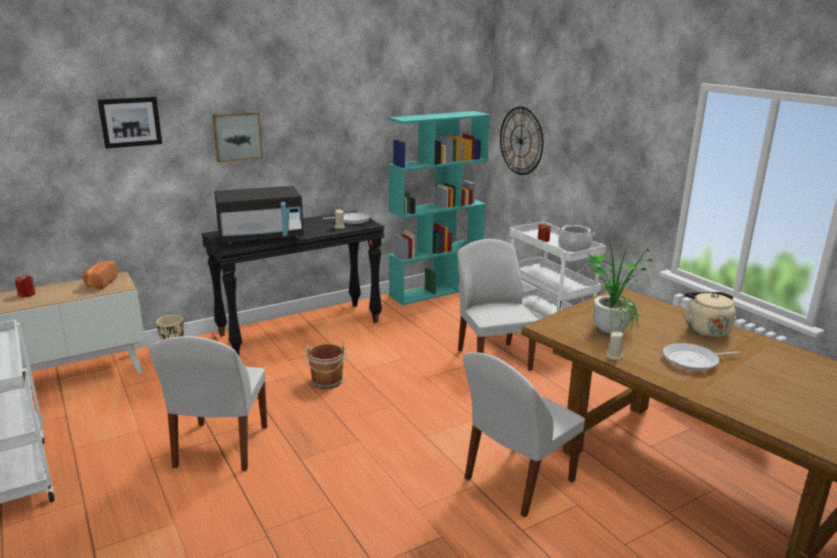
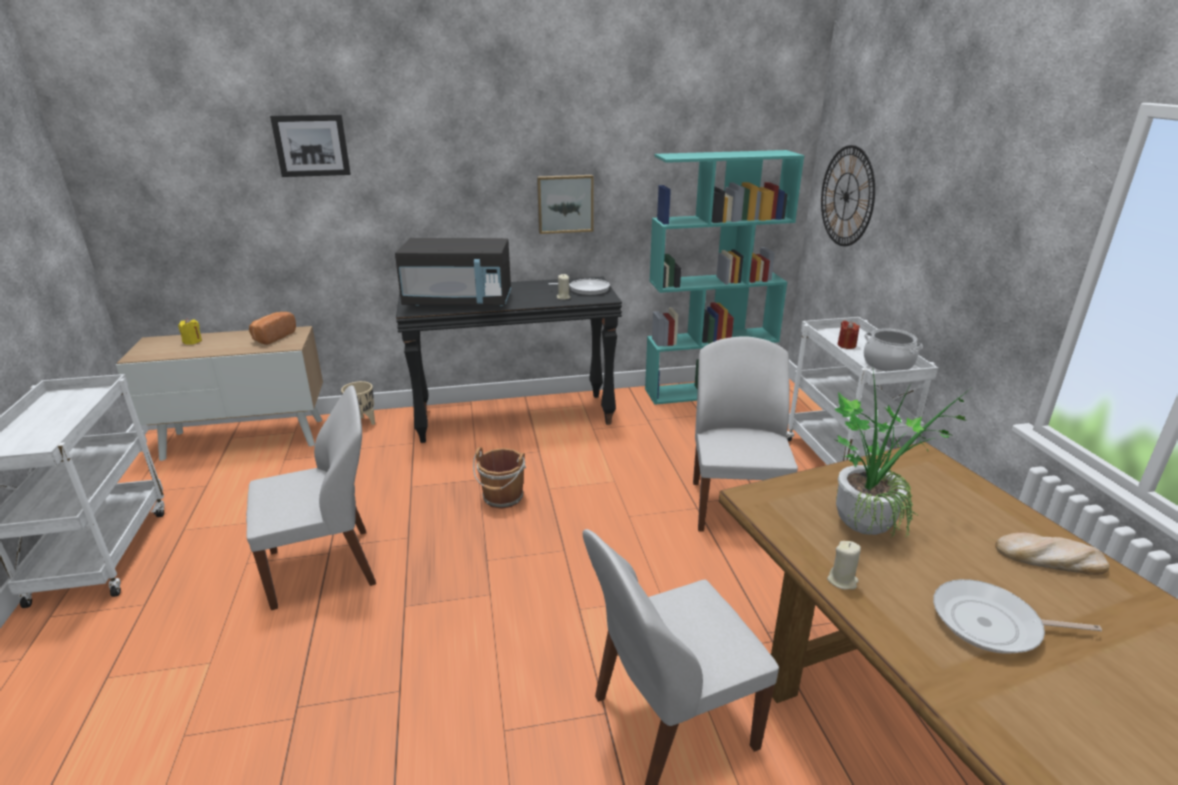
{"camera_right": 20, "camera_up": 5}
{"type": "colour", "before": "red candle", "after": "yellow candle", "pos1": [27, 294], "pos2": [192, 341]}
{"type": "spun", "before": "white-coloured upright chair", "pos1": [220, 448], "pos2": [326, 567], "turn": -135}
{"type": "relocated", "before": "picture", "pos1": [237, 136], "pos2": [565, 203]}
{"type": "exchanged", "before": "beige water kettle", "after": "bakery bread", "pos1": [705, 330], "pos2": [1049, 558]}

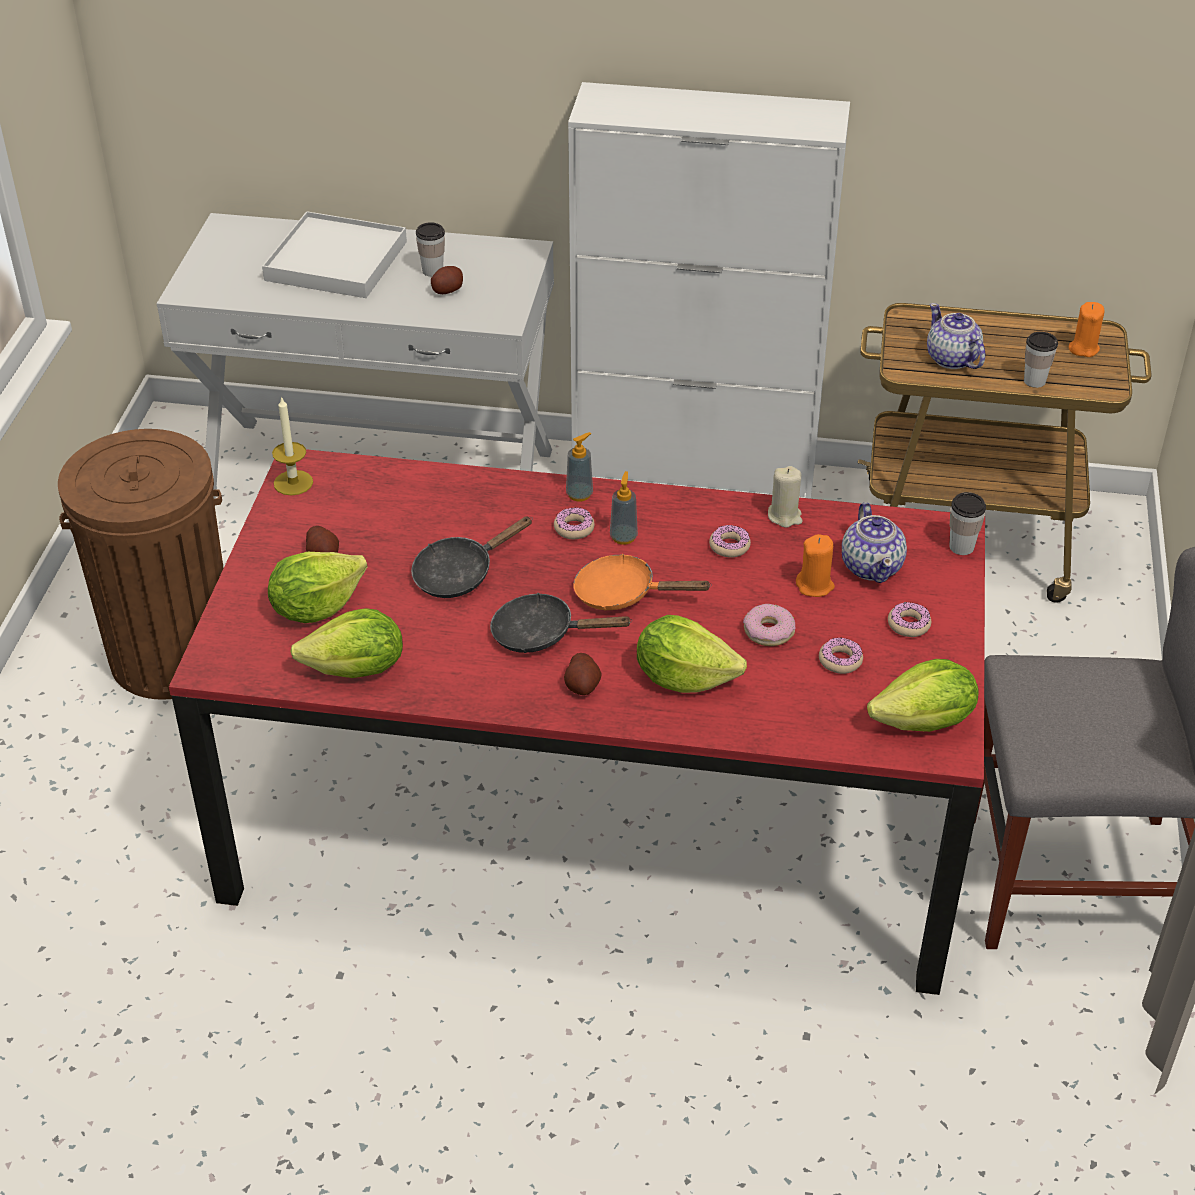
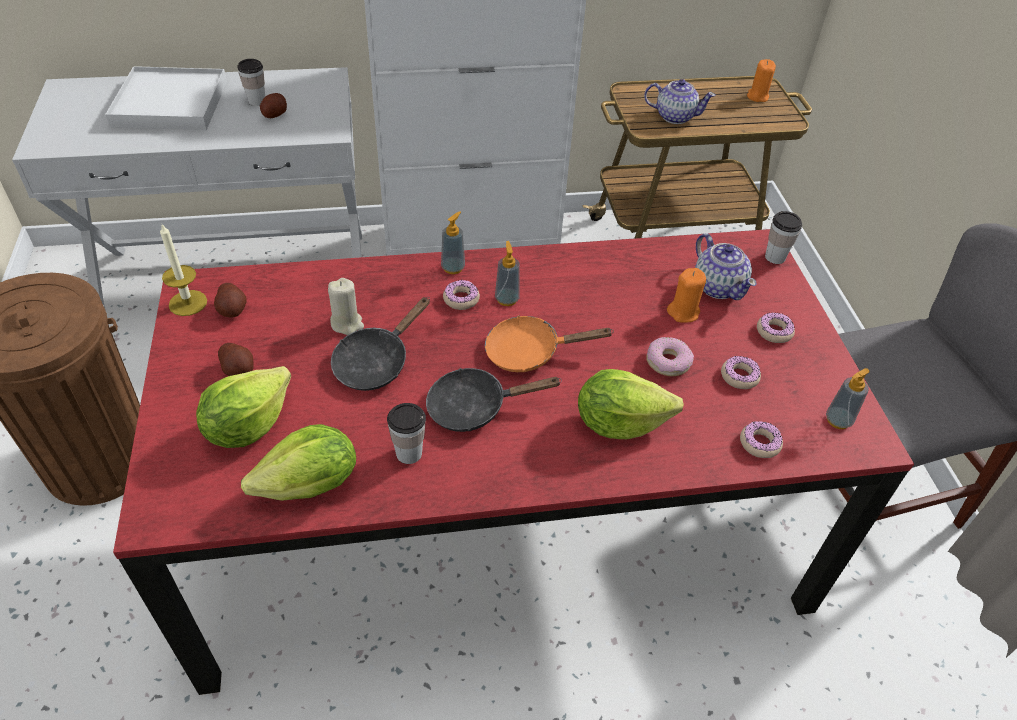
{"camera_right": -20, "camera_up": 5}
{"type": "relocated", "before": "whole potato", "pos1": [582, 685], "pos2": [232, 310]}
{"type": "relocated", "before": "beige candle", "pos1": [785, 516], "pos2": [347, 323]}
{"type": "relocated", "before": "cup", "pos1": [1034, 381], "pos2": [409, 453]}
{"type": "spun", "before": "pot for tea", "pos1": [952, 359], "pos2": [674, 116], "turn": 150}
{"type": "relocated", "before": "doughnut", "pos1": [729, 546], "pos2": [759, 443]}
{"type": "exchanged", "before": "head of lettuce", "after": "liquid soap bottle", "pos1": [925, 723], "pos2": [838, 420]}

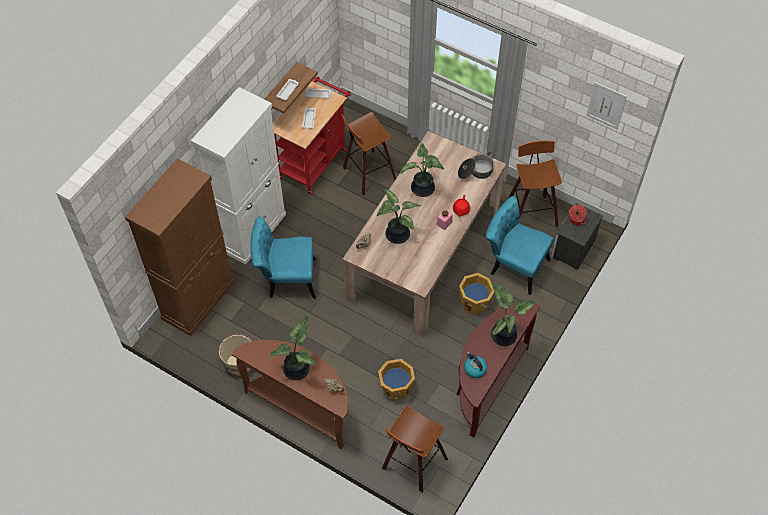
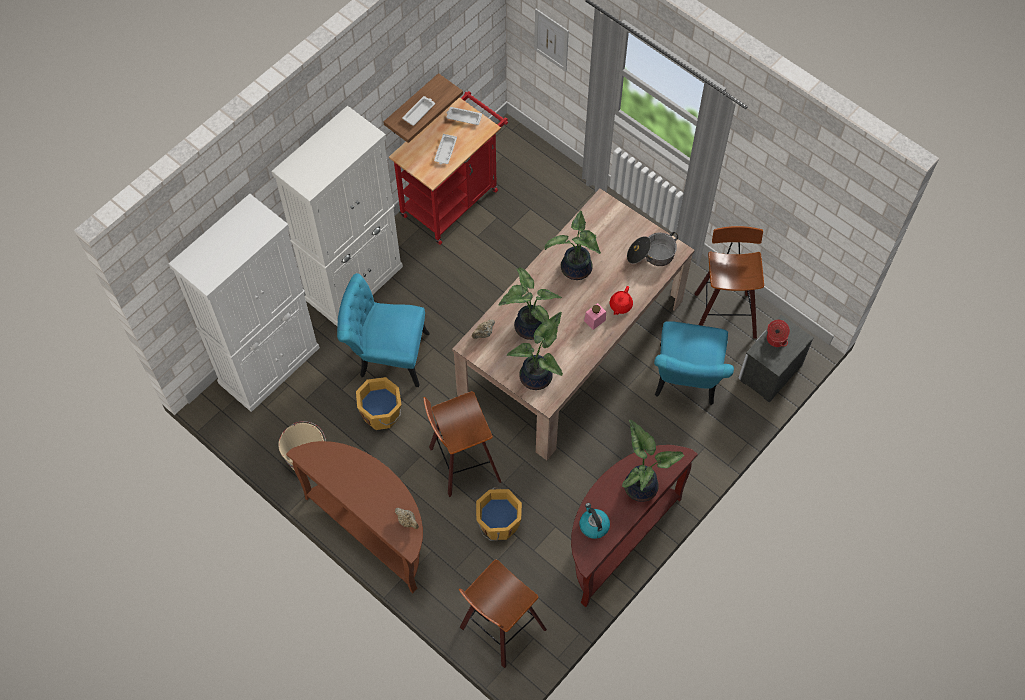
{"camera_right": 10, "camera_up": 5}
{"type": "colour", "before": "brownish storage cabinet", "after": "white-coloured storage cabinet", "pos1": [198, 300], "pos2": [269, 365]}
{"type": "relocated", "before": "orangey pail", "pos1": [475, 302], "pos2": [382, 414]}
{"type": "relocated", "before": "sitting stool", "pos1": [367, 174], "pos2": [462, 463]}
{"type": "relocated", "before": "plant in a pot", "pos1": [298, 369], "pos2": [538, 377]}
{"type": "relocated", "before": "picture", "pos1": [606, 105], "pos2": [551, 40]}
{"type": "spun", "before": "turquoise-coloured upright chair", "pos1": [513, 265], "pos2": [686, 382], "turn": -120}

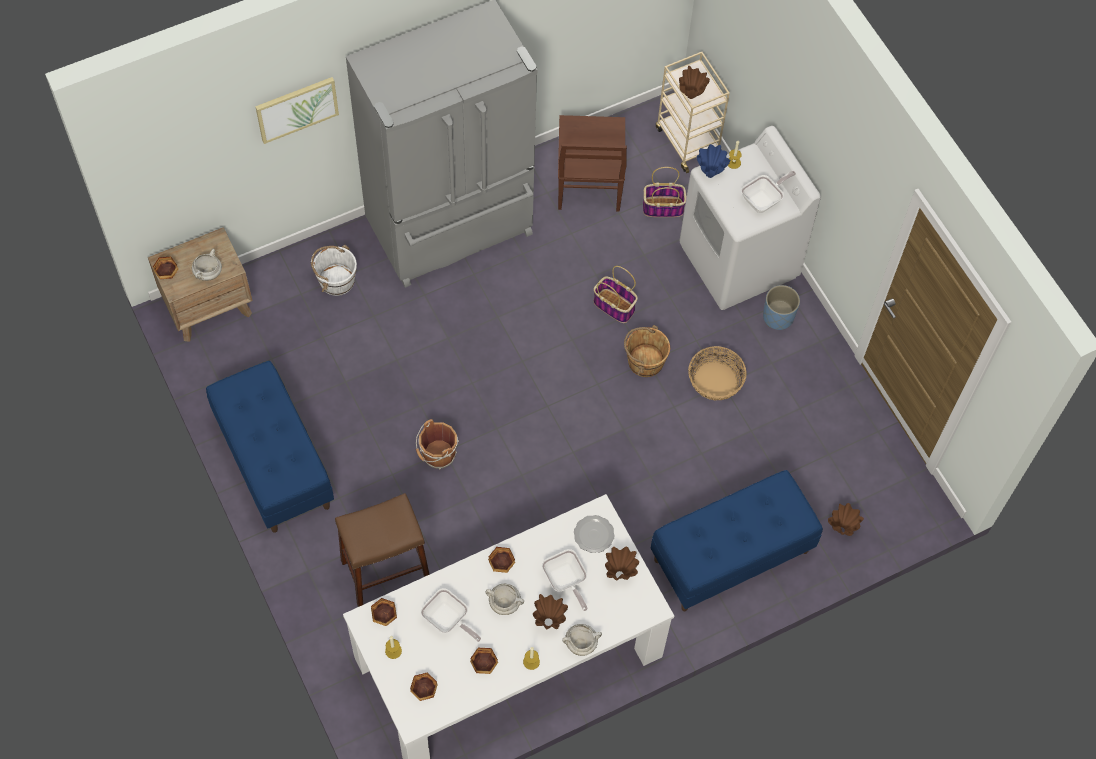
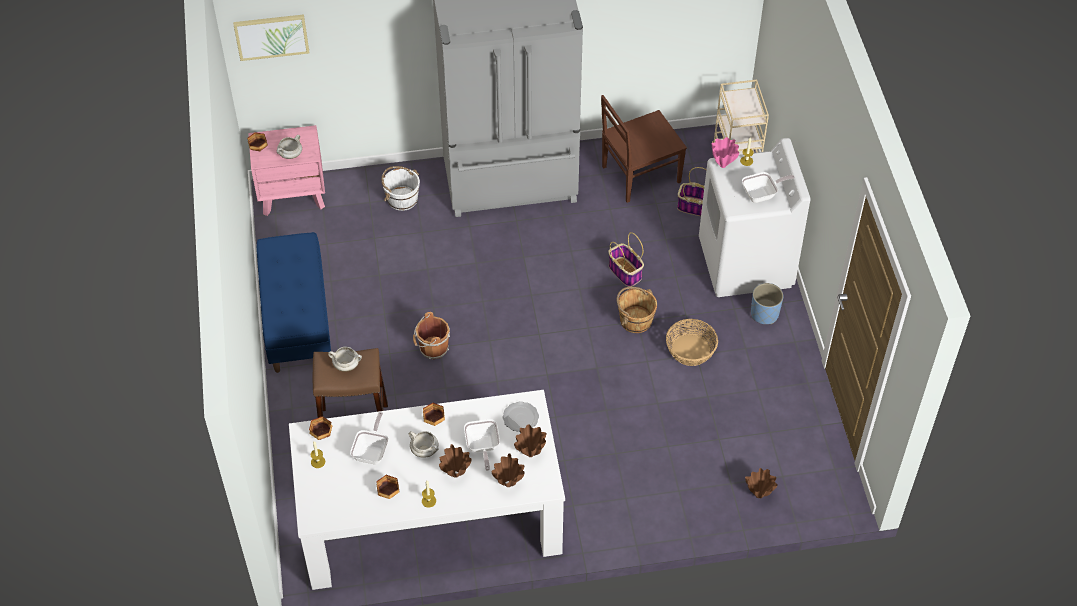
{"camera_right": 20, "camera_up": -10}
{"type": "relocated", "before": "picture", "pos1": [296, 108], "pos2": [271, 36]}
{"type": "colour", "before": "brownish night table", "after": "pink night table", "pos1": [209, 307], "pos2": [293, 194]}
{"type": "relocated", "before": "white-coloured cooking pot", "pos1": [581, 643], "pos2": [347, 365]}
{"type": "spun", "before": "frying pan", "pos1": [448, 620], "pos2": [372, 451], "turn": -135}
{"type": "relocated", "before": "brownish vase", "pos1": [691, 96], "pos2": [508, 484]}
{"type": "spun", "before": "brownish upright chair", "pos1": [589, 183], "pos2": [639, 175], "turn": 45}
{"type": "colour", "before": "blue-coloured vase", "after": "pink vase", "pos1": [710, 174], "pos2": [723, 165]}
{"type": "missing", "before": "deep dish", "pos1": [423, 691]}
{"type": "missing", "before": "blue-coloured bench", "pos1": [730, 556]}

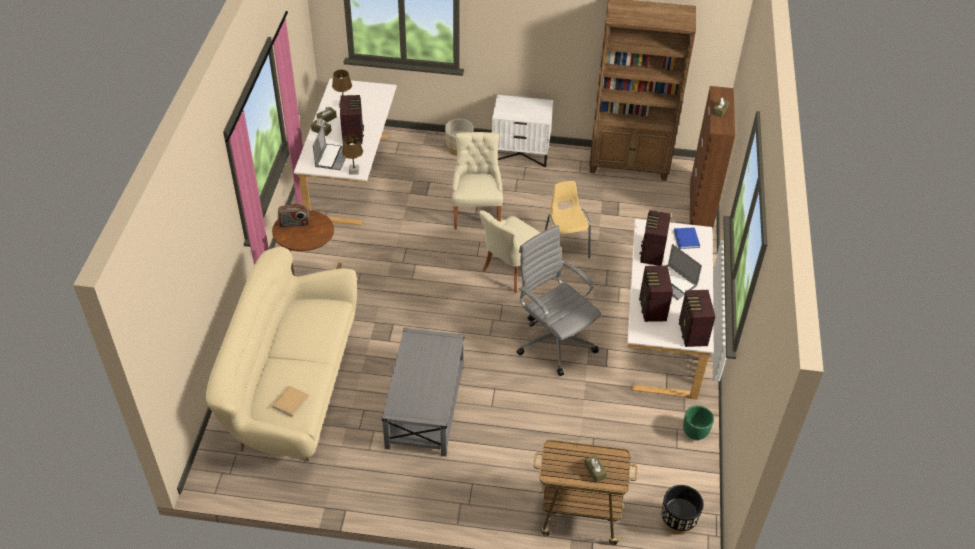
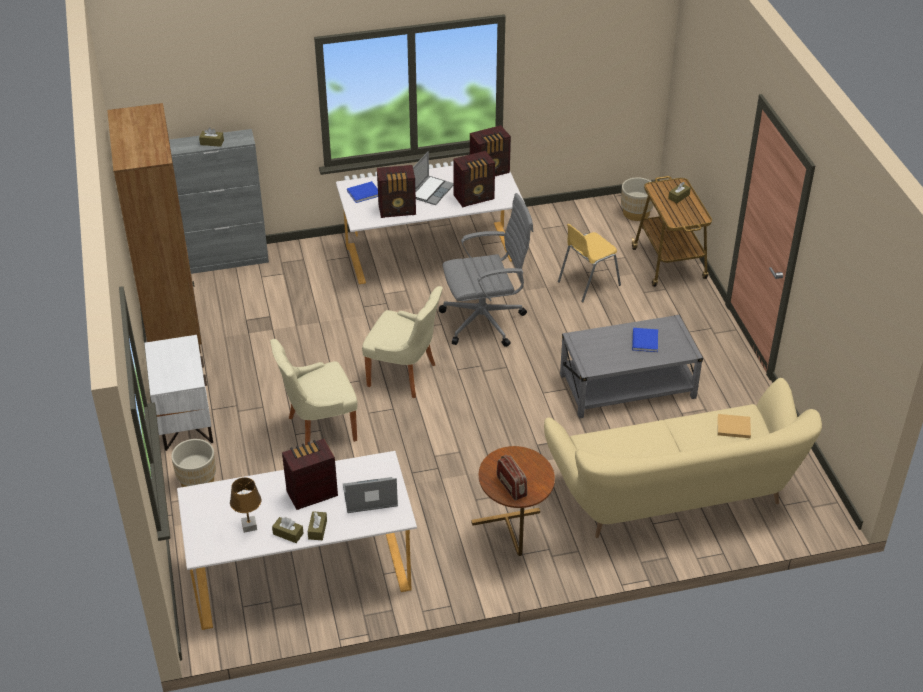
{"camera_right": -110, "camera_up": -5}
{"type": "colour", "before": "brownish storage cabinet", "after": "grey storage cabinet", "pos1": [700, 206], "pos2": [226, 260]}
{"type": "spun", "before": "grey desk chair", "pos1": [554, 340], "pos2": [485, 321], "turn": -135}
{"type": "relocated", "before": "yellow upright chair", "pos1": [566, 245], "pos2": [587, 283]}
{"type": "colour", "before": "black plant pot", "after": "beige plant pot", "pos1": [678, 521], "pos2": [636, 213]}
{"type": "appeared", "after": "blue-coloured bound book", "pos2": [645, 340]}
{"type": "missing", "before": "brownish table lamp", "pos1": [354, 171]}
{"type": "missing", "before": "green-coloured plant pot", "pos1": [694, 433]}

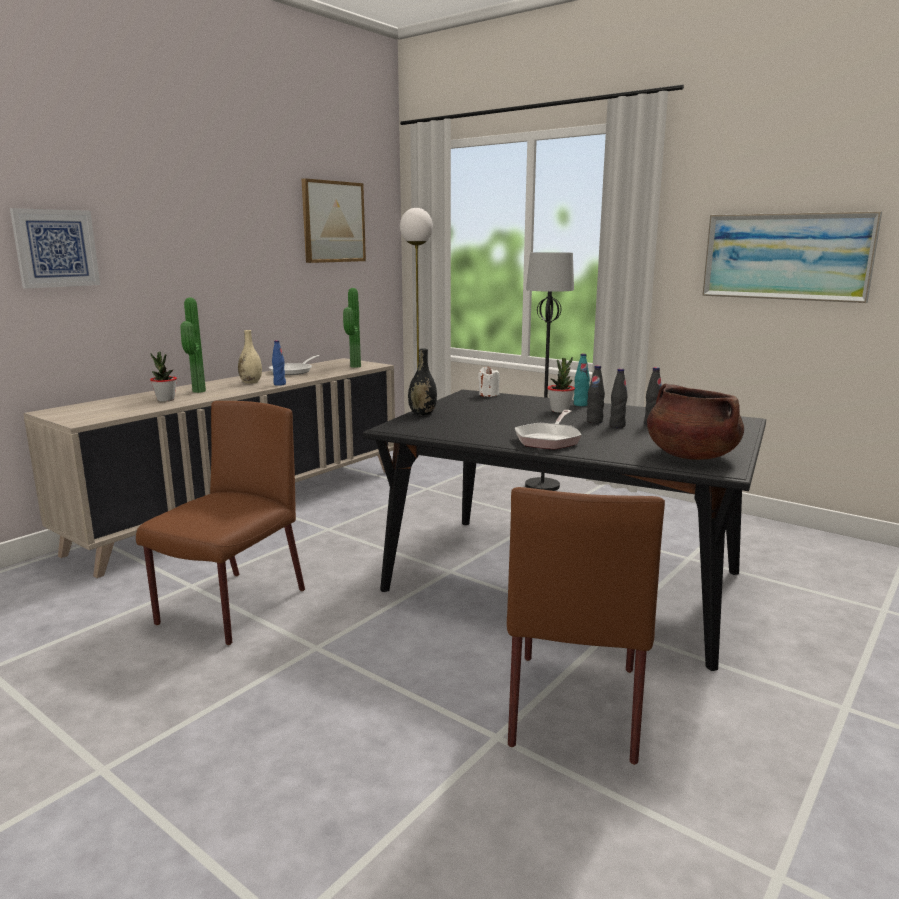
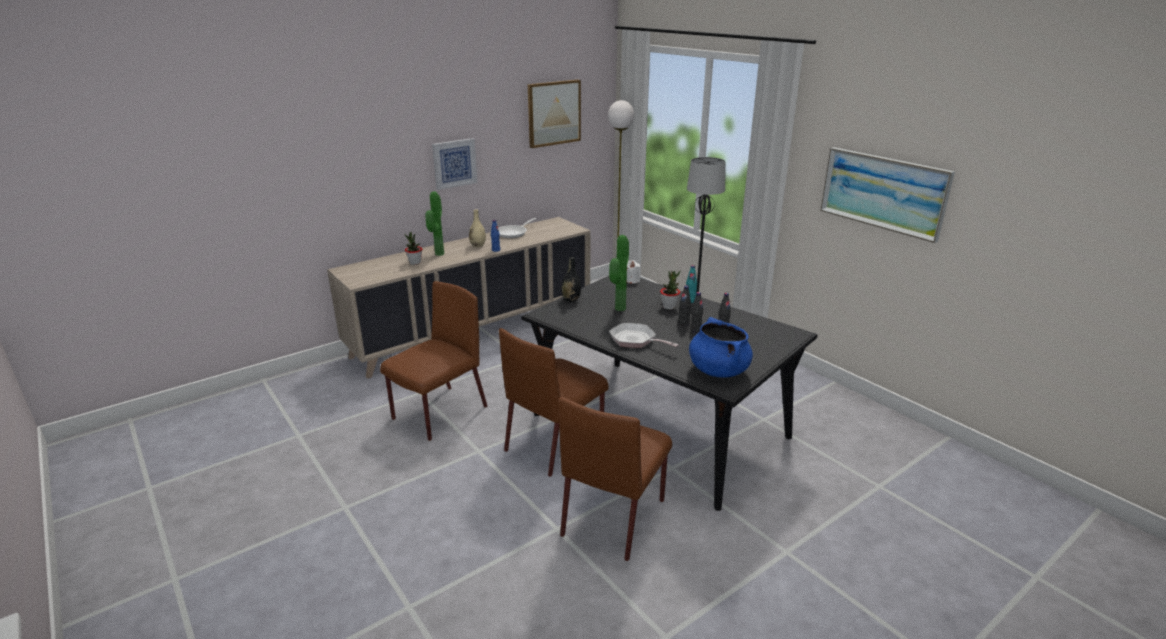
{"camera_right": 15, "camera_up": 10}
{"type": "relocated", "before": "picture", "pos1": [56, 248], "pos2": [454, 163]}
{"type": "appeared", "after": "brownish upright chair", "pos2": [555, 443]}
{"type": "relocated", "before": "plant in a pot", "pos1": [353, 366], "pos2": [618, 308]}
{"type": "spun", "before": "frying pan", "pos1": [549, 439], "pos2": [636, 340], "turn": 90}
{"type": "colour", "before": "brownish cooking pot", "after": "blue-coloured cooking pot", "pos1": [690, 456], "pos2": [718, 370]}

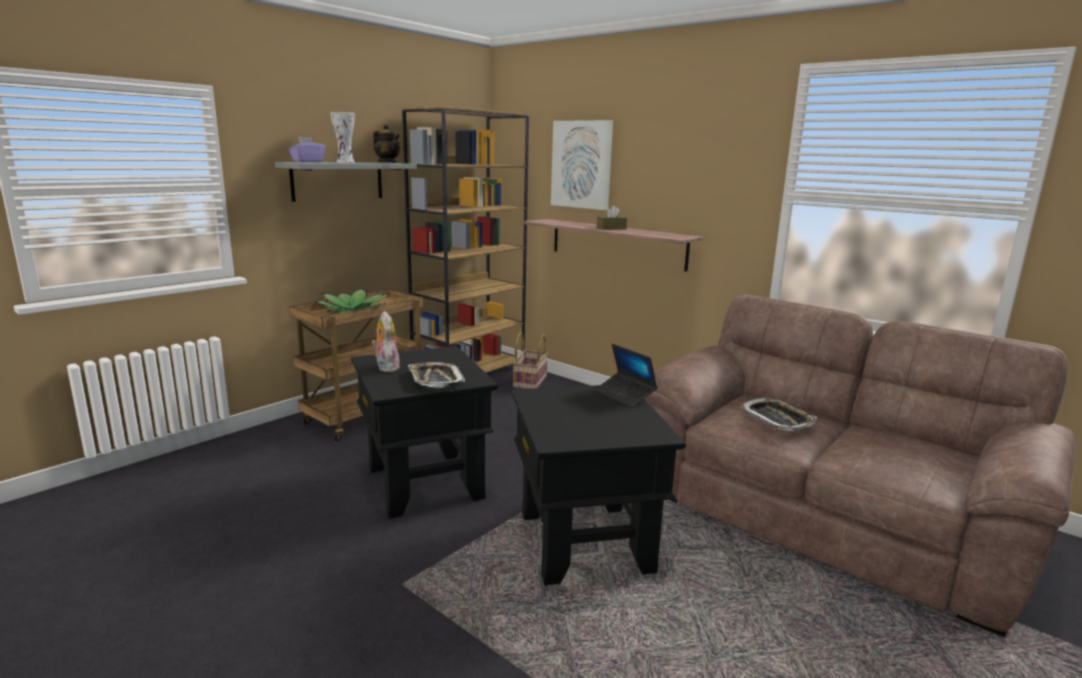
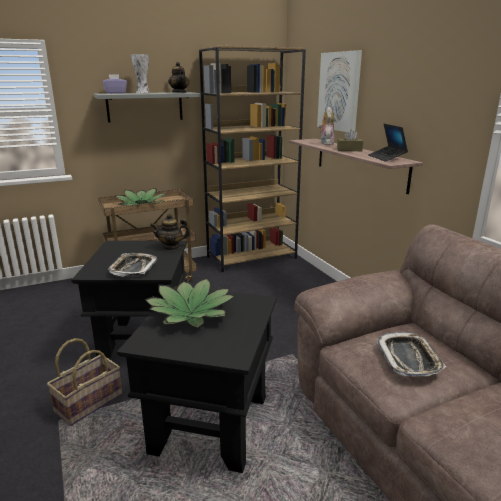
{"camera_right": 25, "camera_up": 5}
{"type": "relocated", "before": "household basket", "pos1": [529, 381], "pos2": [88, 402]}
{"type": "appeared", "after": "plant in a pot", "pos2": [191, 313]}
{"type": "appeared", "after": "pot for tea", "pos2": [171, 247]}
{"type": "relocated", "before": "plush toy", "pos1": [386, 367], "pos2": [326, 143]}
{"type": "relocated", "before": "notebook computer", "pos1": [625, 395], "pos2": [386, 158]}

